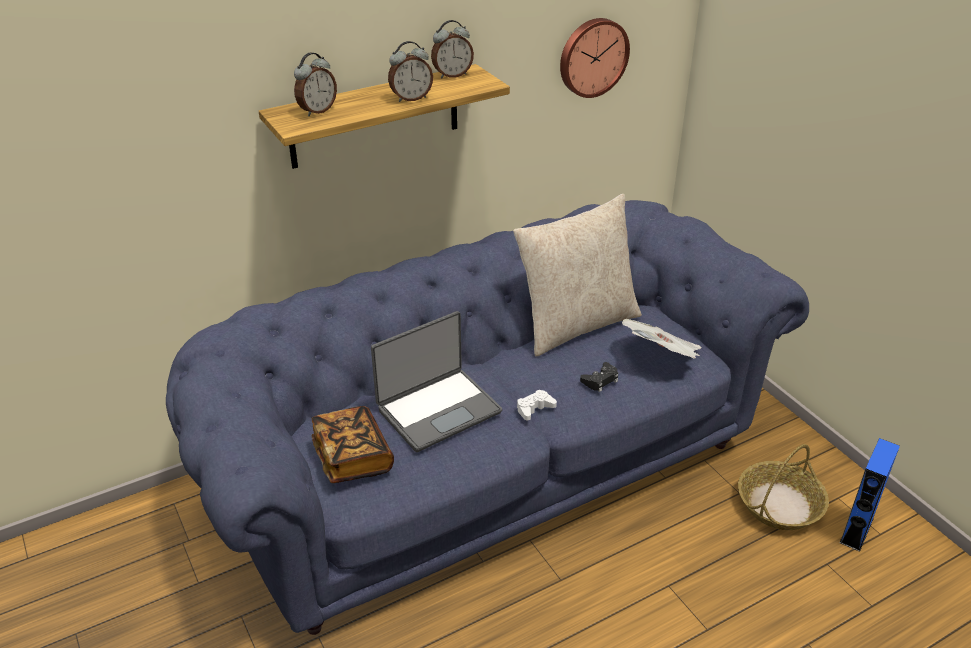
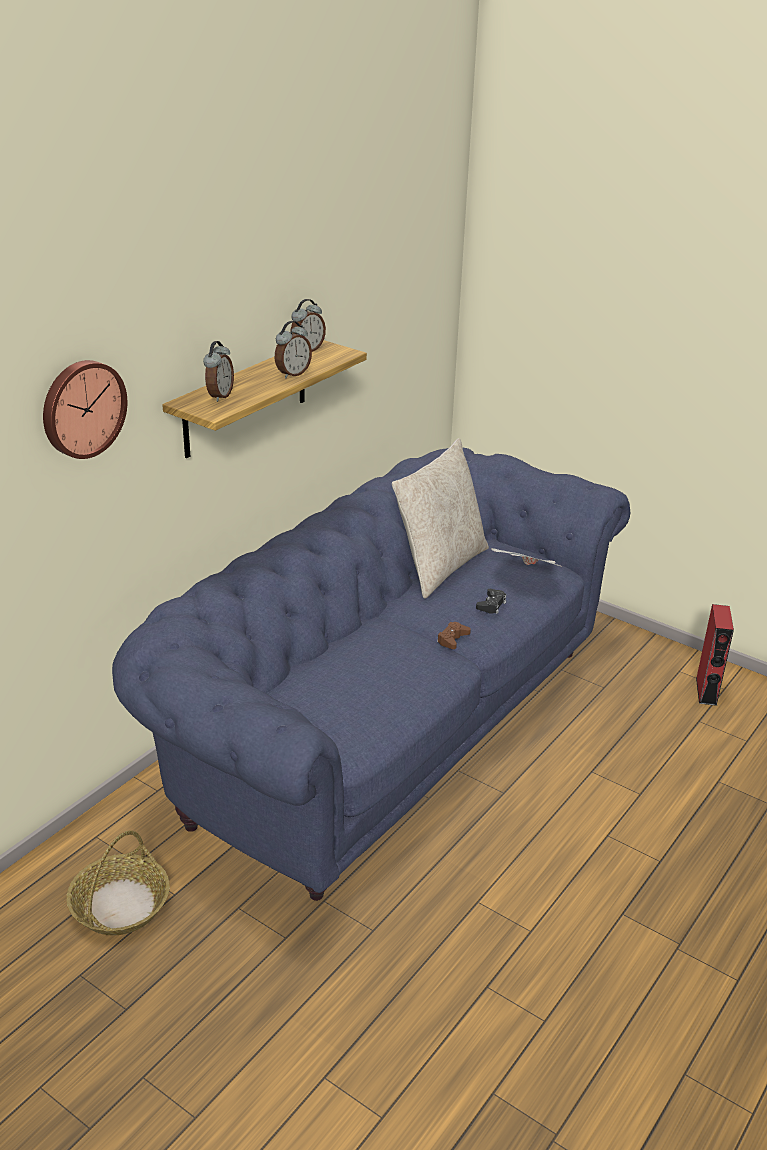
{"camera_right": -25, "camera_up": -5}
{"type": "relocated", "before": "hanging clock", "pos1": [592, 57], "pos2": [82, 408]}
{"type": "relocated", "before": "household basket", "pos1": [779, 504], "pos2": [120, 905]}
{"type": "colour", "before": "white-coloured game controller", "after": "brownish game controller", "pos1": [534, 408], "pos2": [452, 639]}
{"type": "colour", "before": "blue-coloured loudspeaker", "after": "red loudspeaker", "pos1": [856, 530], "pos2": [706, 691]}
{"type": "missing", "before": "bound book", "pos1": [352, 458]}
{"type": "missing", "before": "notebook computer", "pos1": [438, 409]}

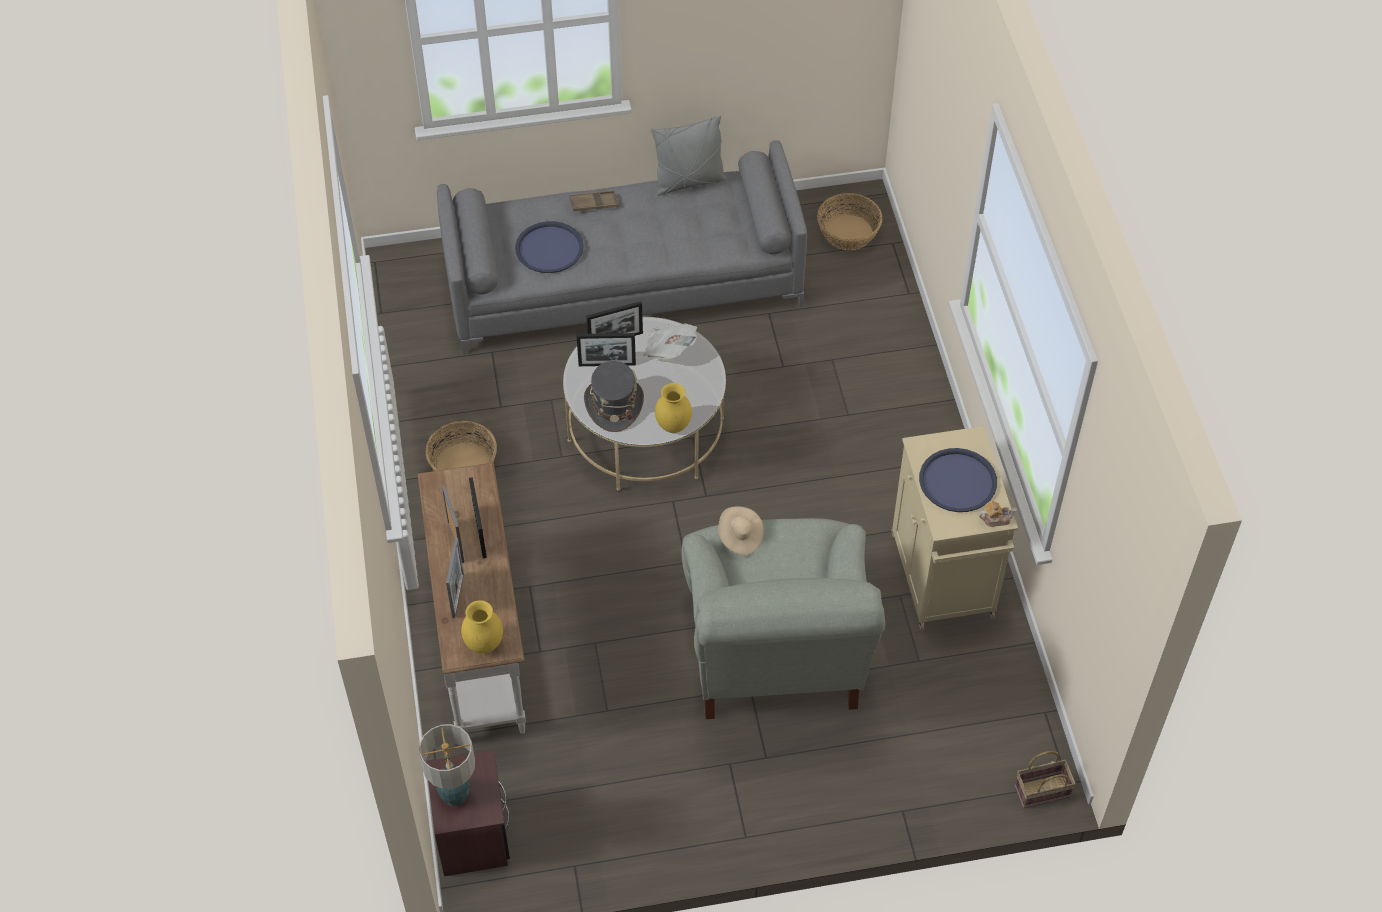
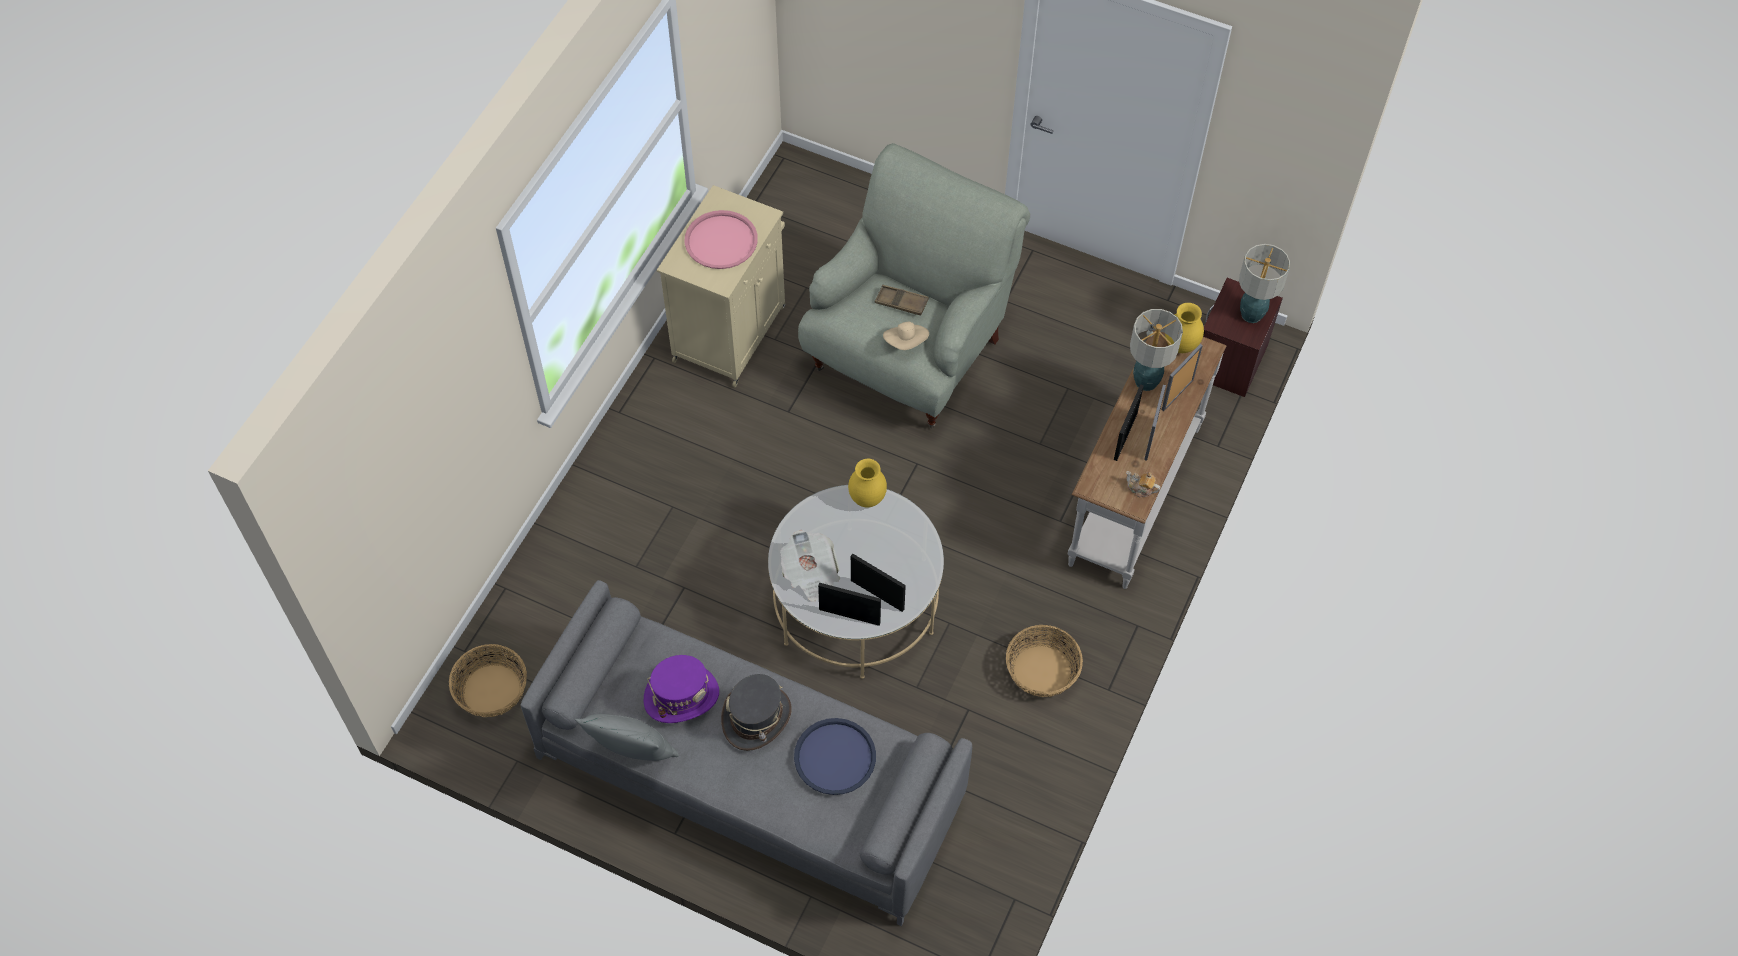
{"camera_right": -145, "camera_up": 5}
{"type": "appeared", "after": "purplish clothing hat", "pos2": [681, 696]}
{"type": "colour", "before": "blue-coloured serving tray", "after": "pink serving tray", "pos1": [957, 481], "pos2": [721, 241]}
{"type": "relocated", "before": "grey clothing hat", "pos1": [614, 404], "pos2": [756, 718]}
{"type": "relocated", "before": "brownish serving tray", "pos1": [594, 203], "pos2": [901, 302]}
{"type": "relocated", "before": "pot for tea", "pos1": [996, 519], "pos2": [1140, 489]}
{"type": "appeared", "after": "table lamp", "pos2": [1145, 381]}
{"type": "missing", "before": "household basket", "pos1": [1041, 792]}

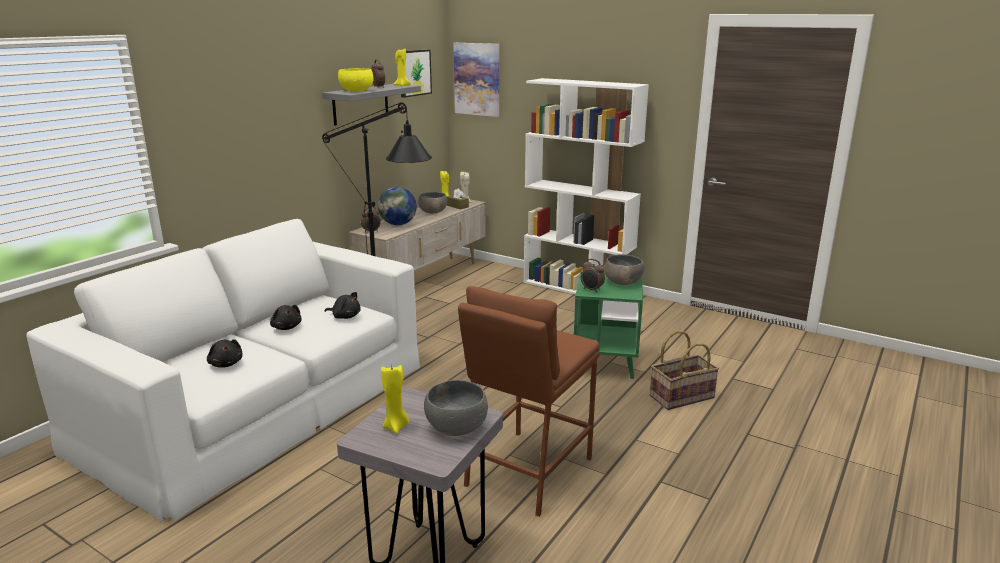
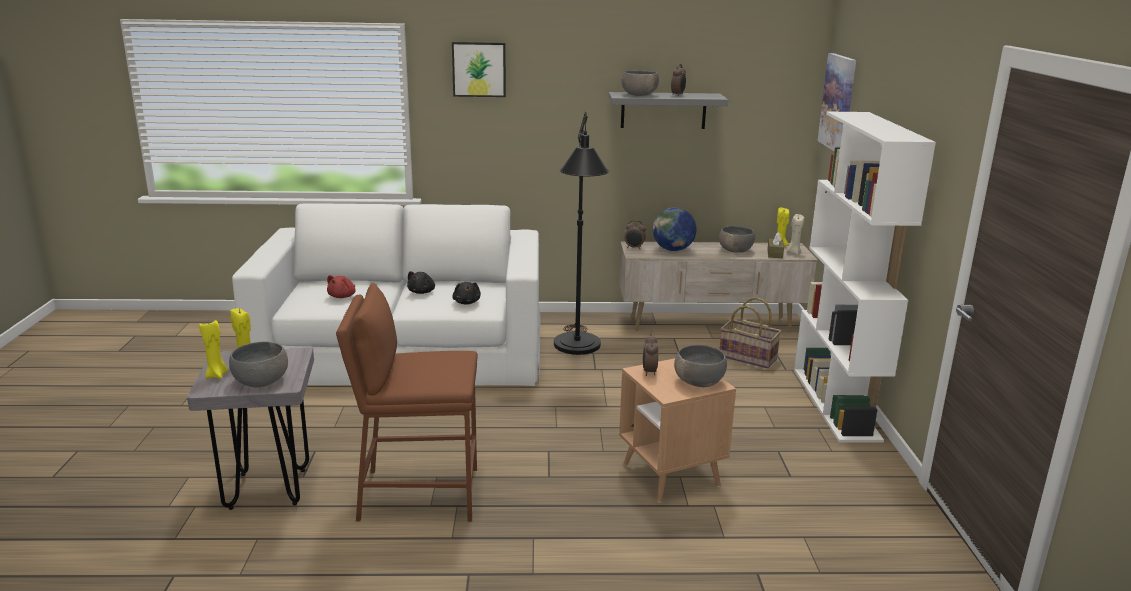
{"camera_right": 55, "camera_up": 0}
{"type": "relocated", "before": "yellow candle", "pos1": [402, 85], "pos2": [217, 375]}
{"type": "colour", "before": "black plush toy", "after": "red plush toy", "pos1": [226, 364], "pos2": [343, 296]}
{"type": "relocated", "before": "picture", "pos1": [414, 73], "pos2": [479, 69]}
{"type": "colour", "before": "green-coloured accent table", "after": "brownish accent table", "pos1": [605, 364], "pos2": [671, 475]}
{"type": "colour", "before": "yellow deep dish", "after": "grey deep dish", "pos1": [356, 91], "pos2": [639, 95]}
{"type": "relocated", "before": "household basket", "pos1": [681, 396], "pos2": [748, 357]}

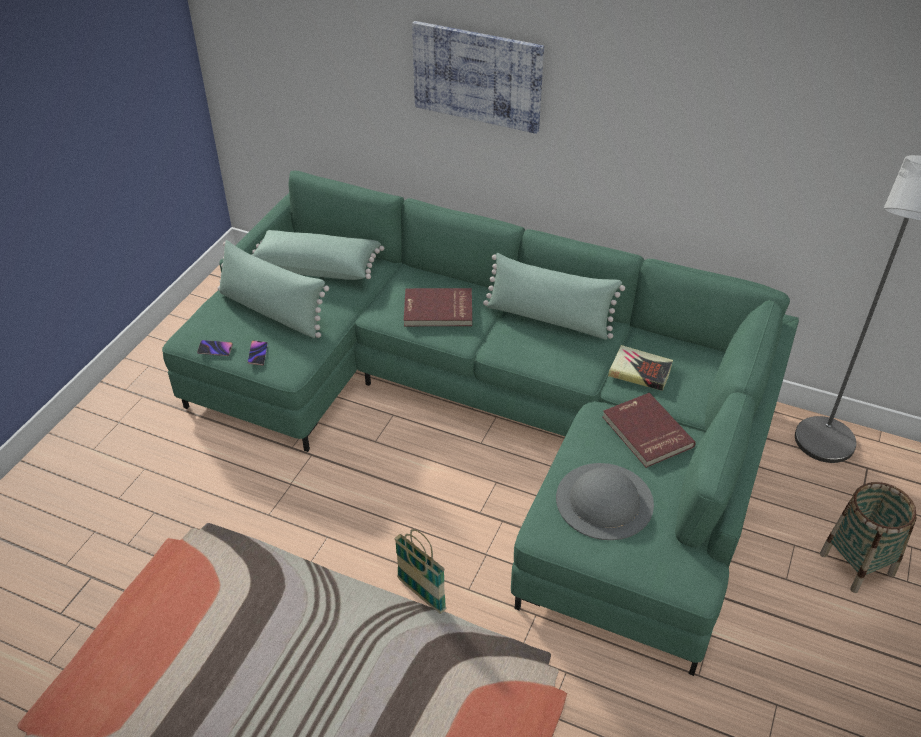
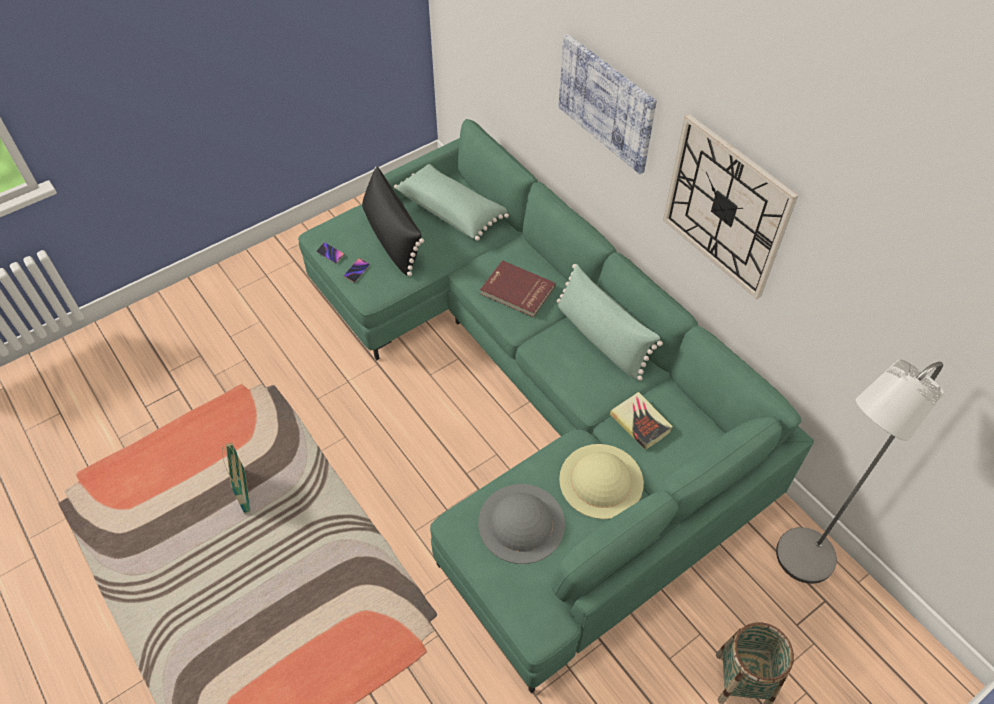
{"camera_right": 30, "camera_up": 10}
{"type": "relocated", "before": "household basket", "pos1": [421, 594], "pos2": [245, 492]}
{"type": "colour", "before": "green-coloured cushion", "after": "black cushion", "pos1": [272, 311], "pos2": [392, 237]}
{"type": "exchanged", "before": "red bound book", "after": "beige clothing hat", "pos1": [646, 432], "pos2": [601, 480]}
{"type": "appeared", "after": "hanging clock", "pos2": [726, 207]}

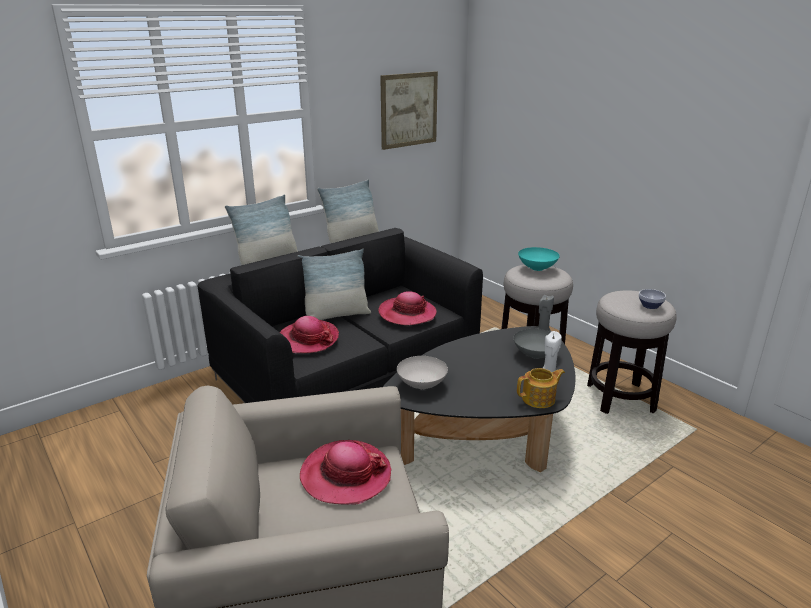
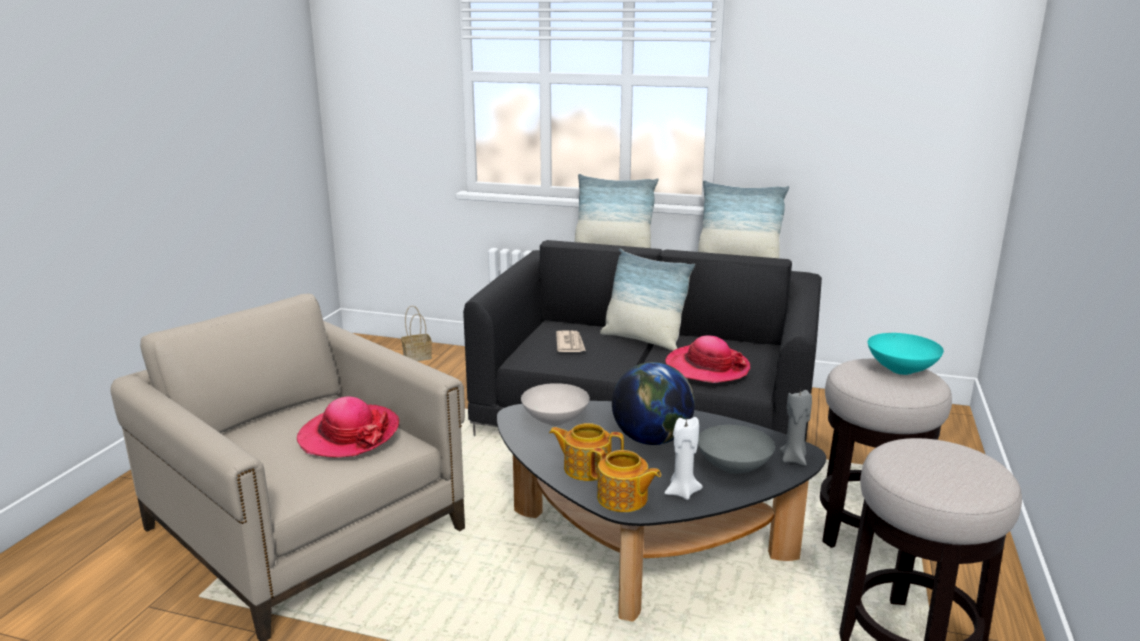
{"camera_right": 55, "camera_up": -5}
{"type": "appeared", "after": "household basket", "pos2": [418, 357]}
{"type": "appeared", "after": "pot for tea", "pos2": [586, 468]}
{"type": "exchanged", "before": "clothing hat", "after": "printed paper", "pos1": [308, 339], "pos2": [570, 344]}
{"type": "appeared", "after": "desk globe", "pos2": [652, 439]}
{"type": "missing", "before": "picture", "pos1": [409, 110]}
{"type": "missing", "before": "deep dish", "pos1": [650, 305]}

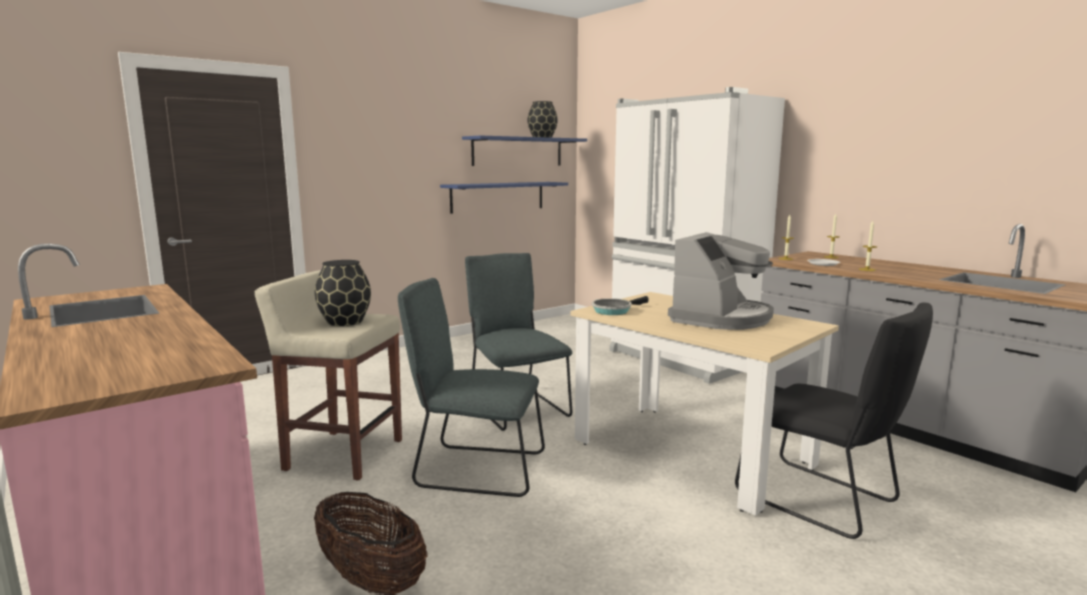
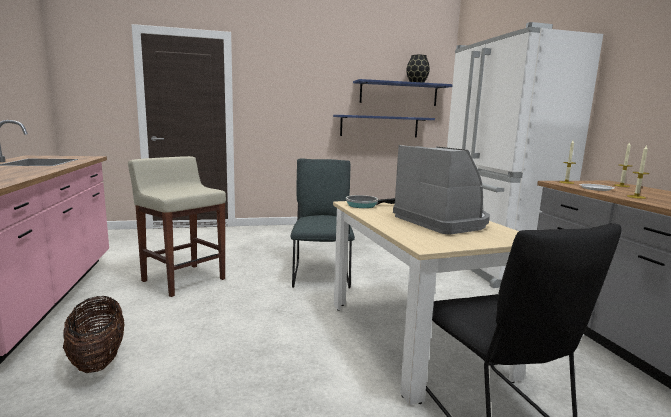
{"camera_right": 25, "camera_up": 0}
{"type": "spun", "before": "coffee machine", "pos1": [721, 318], "pos2": [442, 221], "turn": -90}
{"type": "missing", "before": "black vase", "pos1": [345, 321]}
{"type": "missing", "before": "grey upright chair", "pos1": [474, 469]}

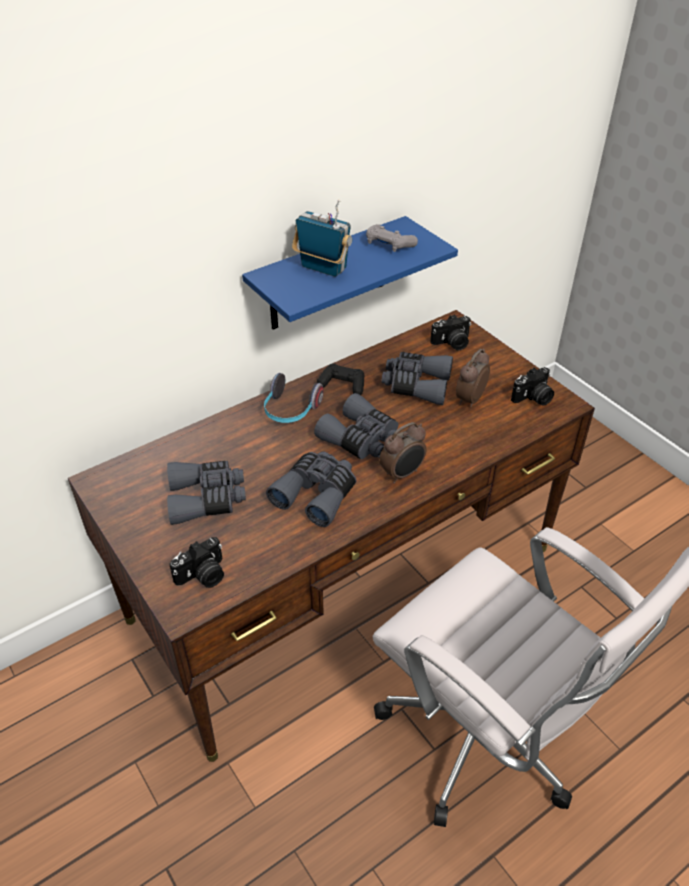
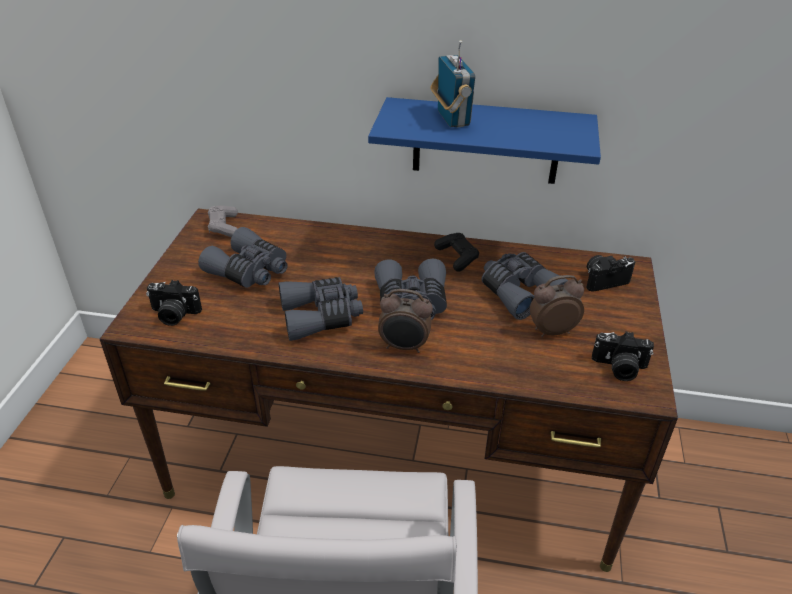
{"camera_right": 45, "camera_up": -5}
{"type": "relocated", "before": "grey game controller", "pos1": [389, 245], "pos2": [224, 227]}
{"type": "spun", "before": "photo camera", "pos1": [452, 343], "pos2": [603, 280], "turn": 135}
{"type": "missing", "before": "pair of headphones", "pos1": [290, 411]}

